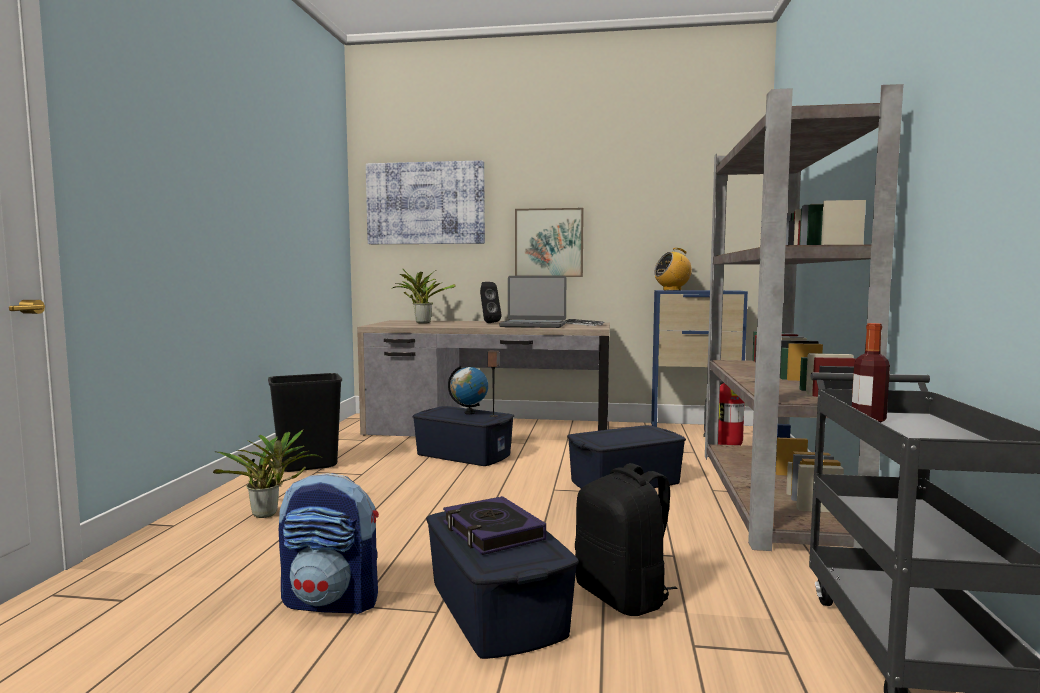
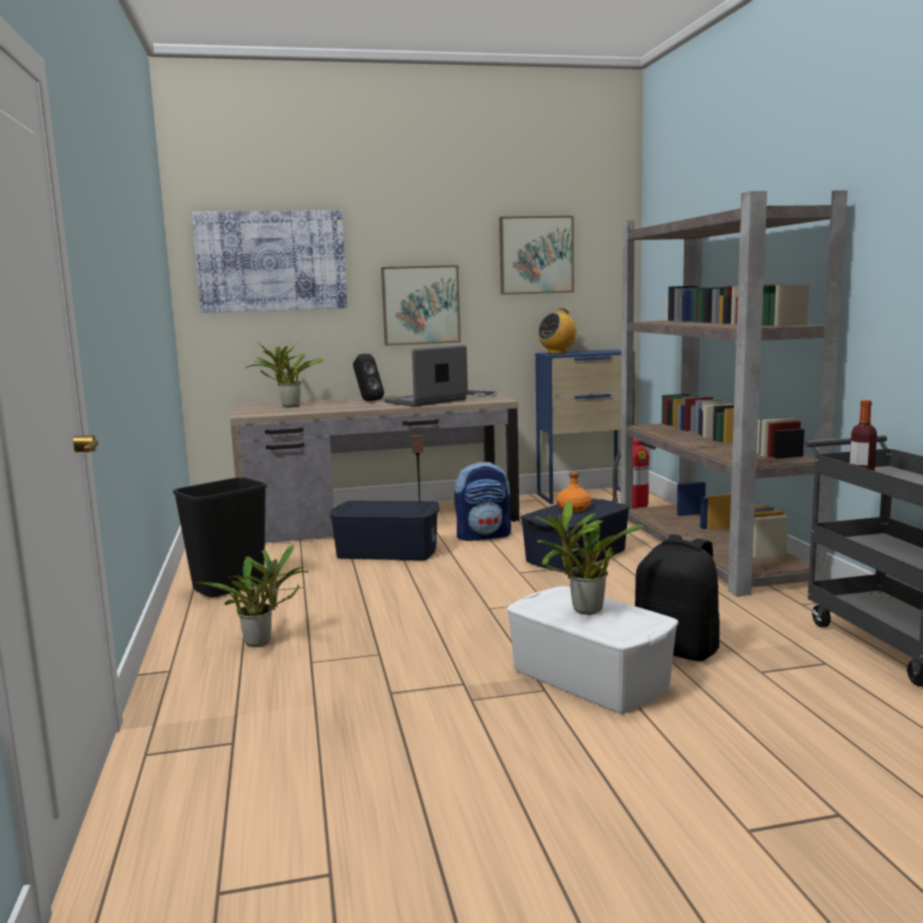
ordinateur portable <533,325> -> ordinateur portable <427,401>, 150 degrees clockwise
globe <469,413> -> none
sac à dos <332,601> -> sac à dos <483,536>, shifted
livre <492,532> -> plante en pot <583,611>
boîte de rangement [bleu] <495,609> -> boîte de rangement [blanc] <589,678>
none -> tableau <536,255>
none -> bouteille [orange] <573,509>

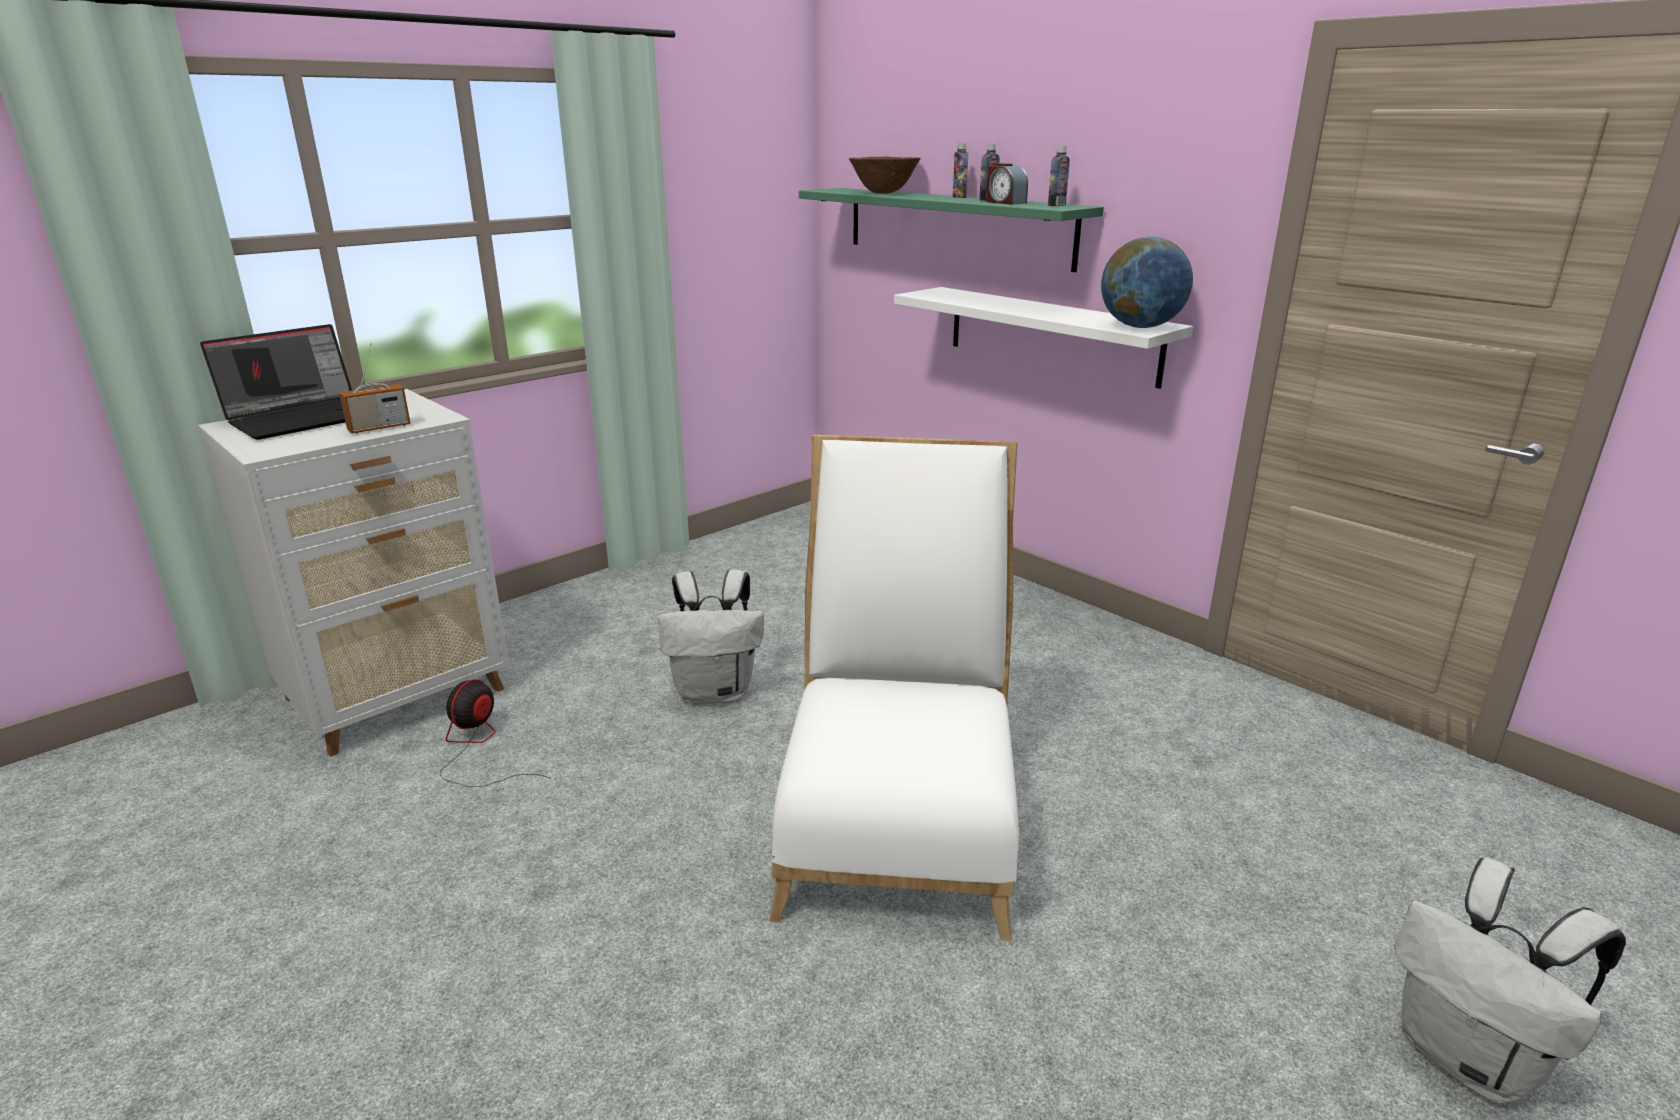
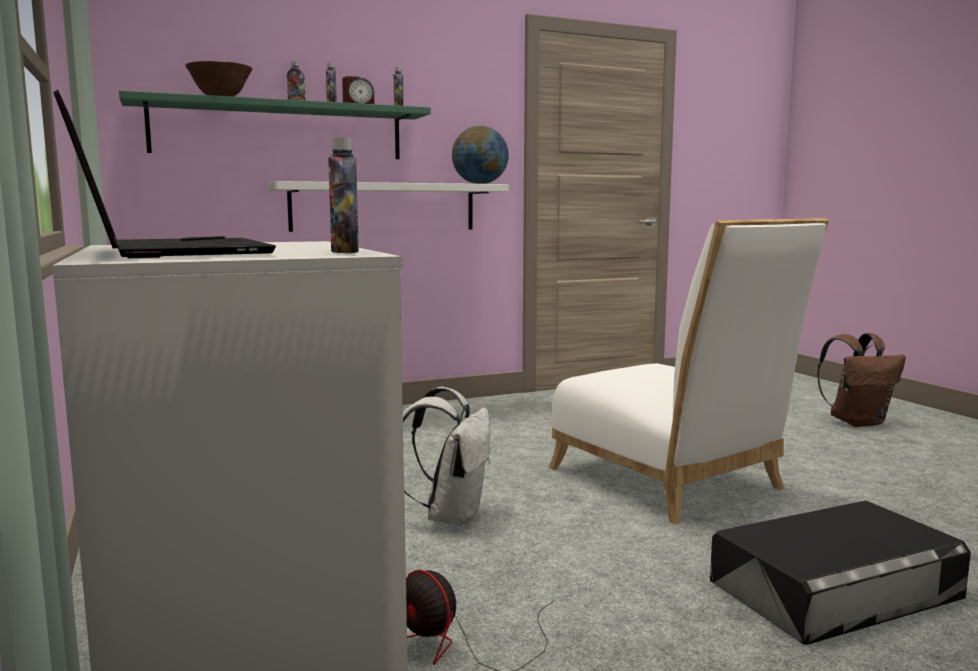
radio <379,428> -> none
chaise [blanc] <898,822> -> chaise [blanc] <673,482>, 150 degrees counterclockwise
sac à dos [blanc] <1470,1059> -> sac à dos [marron] <857,422>
none -> bouteille <345,252>
none -> boîte de rangement [noir] <835,589>

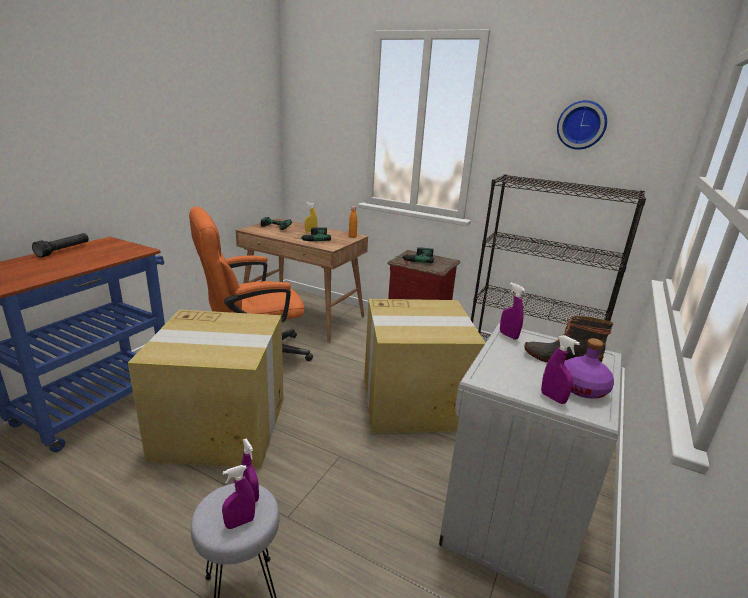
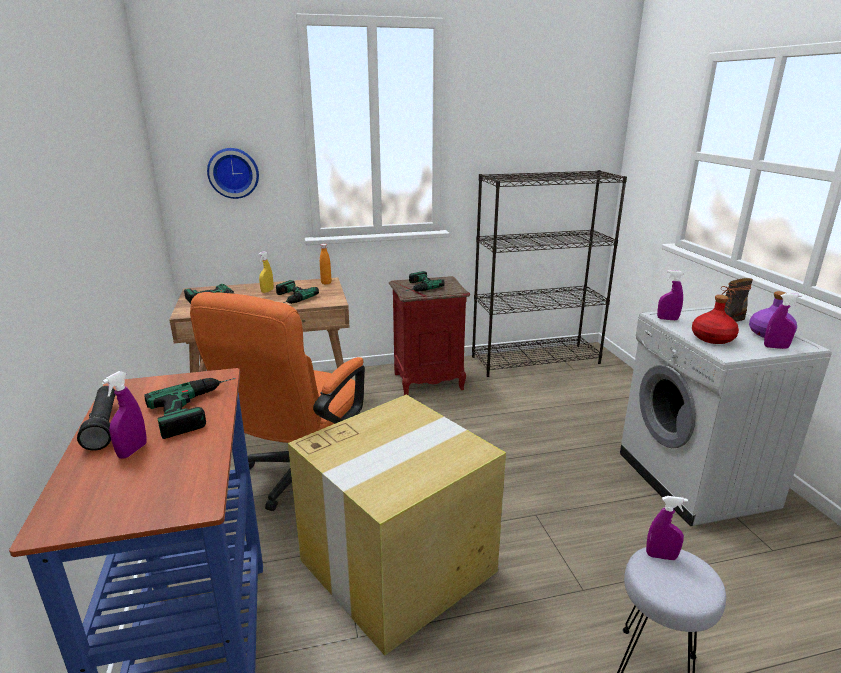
horloge murale <581,125> -> horloge murale <233,173>, shifted
carton <414,401> -> none
vaporisateur [violet] <240,522> -> vaporisateur [violet] <132,451>, shifted
none -> bouteille [rouge] <713,338>
none -> perceuse <200,408>

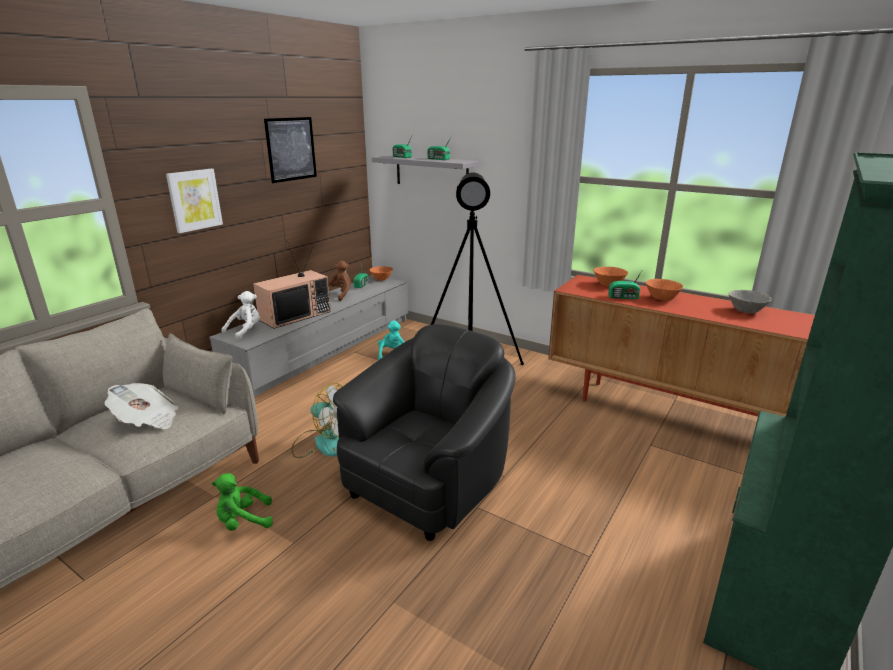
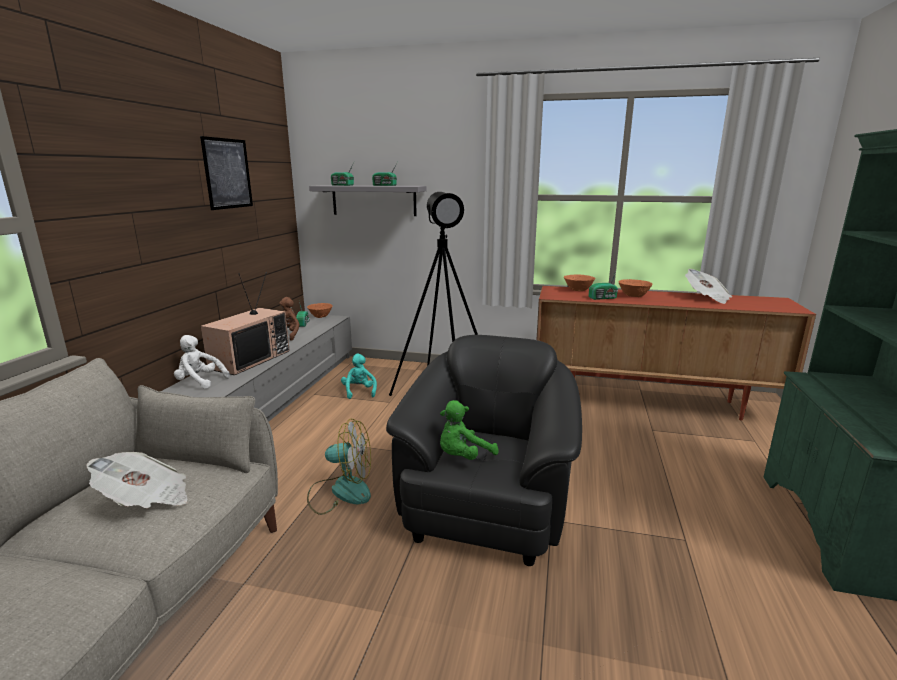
tableau <194,200> -> none
bol [gris] <746,311> -> journal <706,298>
peluche [blanc] <245,331> -> peluche [blanc] <200,382>, 90 degrees counterclockwise
peluche [vert] <243,522> -> peluche [vert] <463,456>, shifted

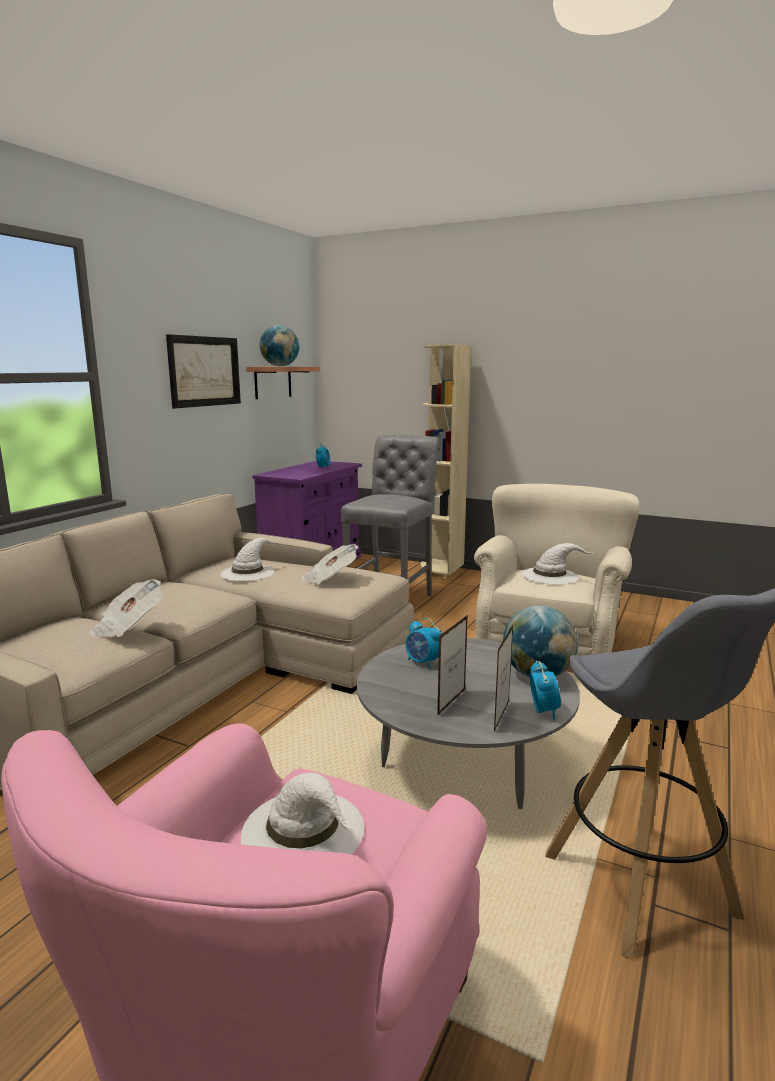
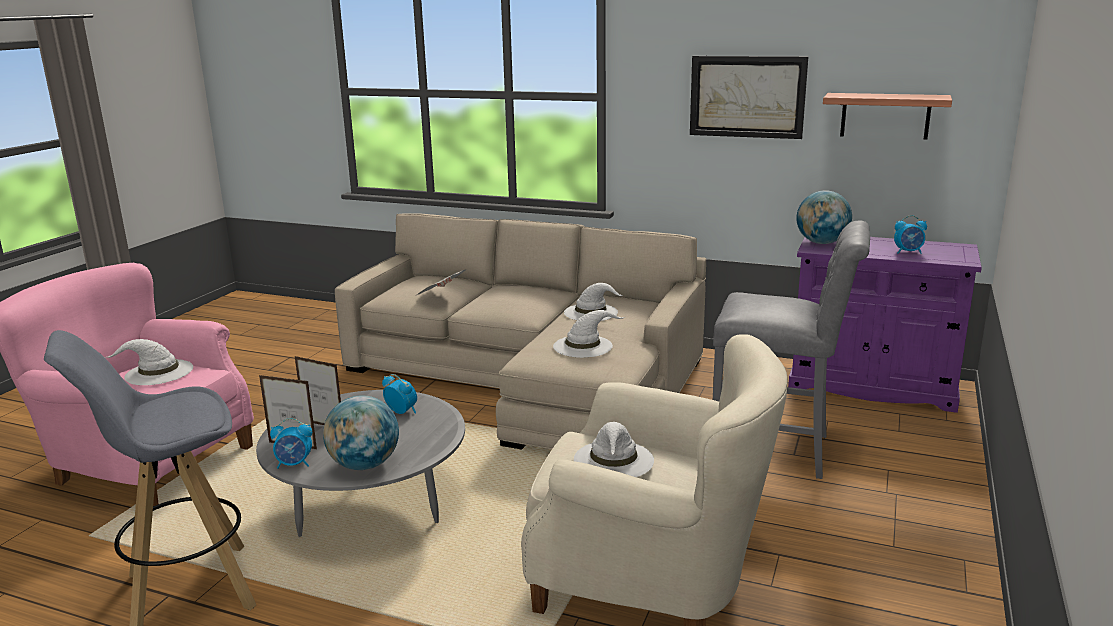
globe <280,366> -> globe <821,243>, shifted
bibliothèque [beige] <439,572> -> none
journal <329,579> -> chapeau [blanc] <583,346>
réveil <423,662> -> réveil <401,412>, 90 degrees clockwise

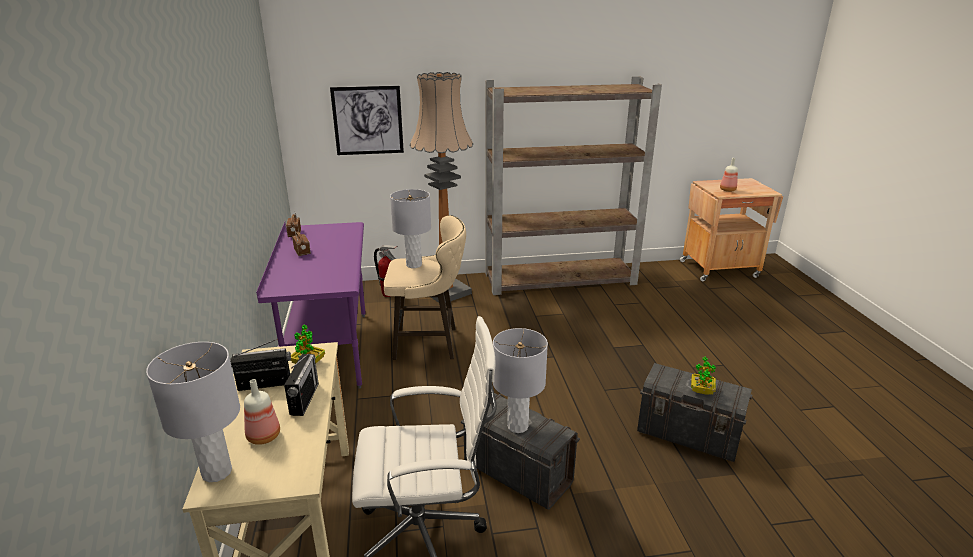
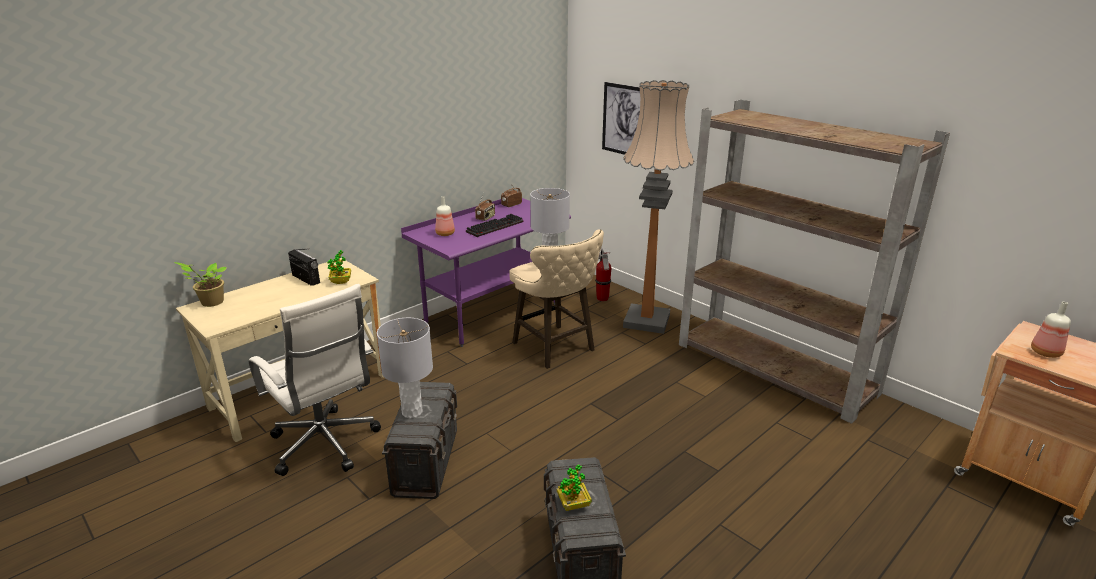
lampe de table [gris] <217,471> -> plante en pot <210,302>
radio <304,399> -> none
bouteille <263,437> -> bouteille <444,234>, shifted
none -> clavier <495,226>

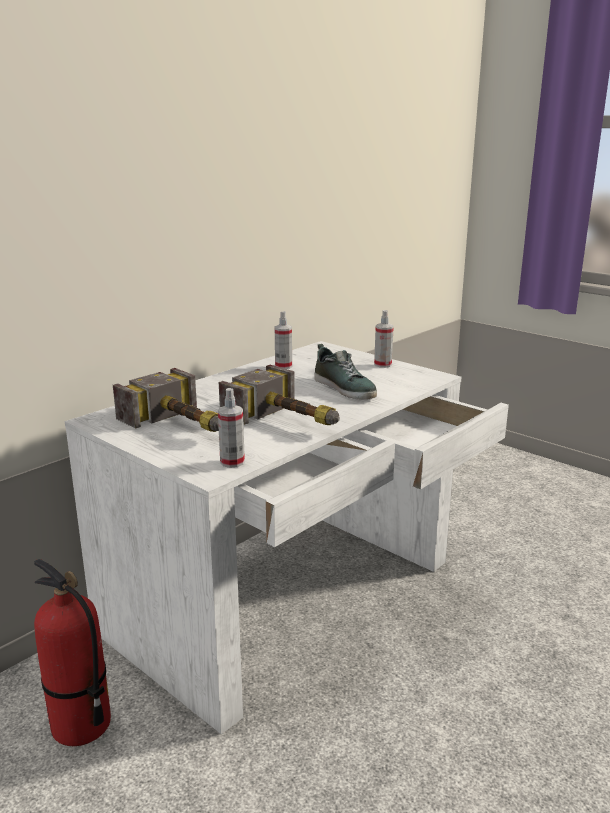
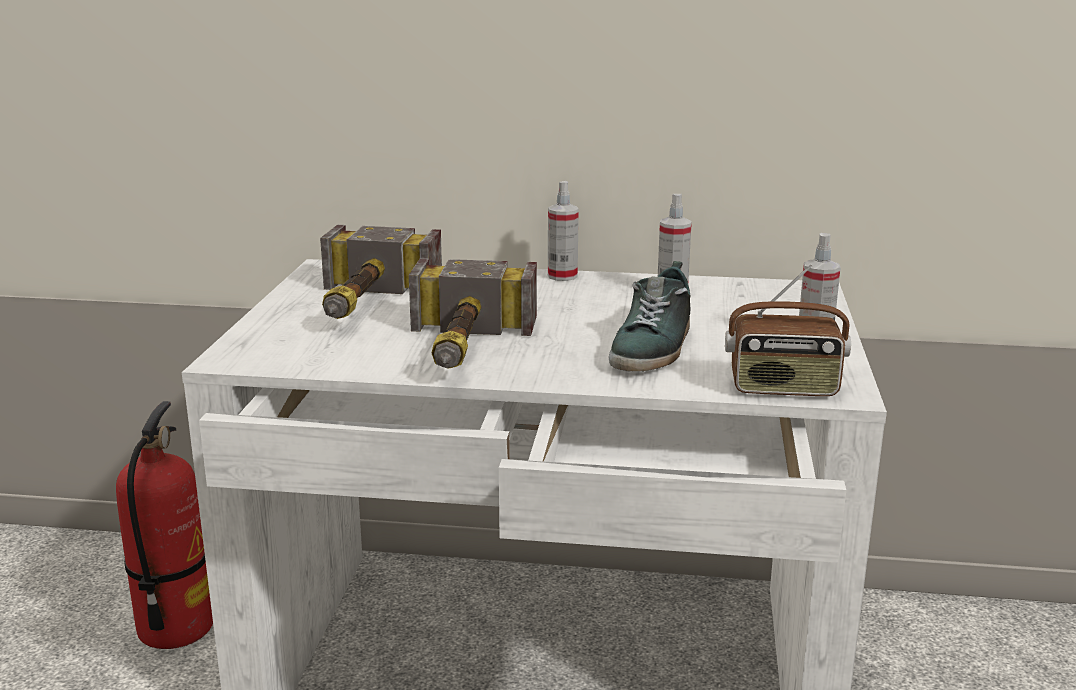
vaporisateur <232,462> -> vaporisateur <562,276>, shifted
none -> radio <783,388>

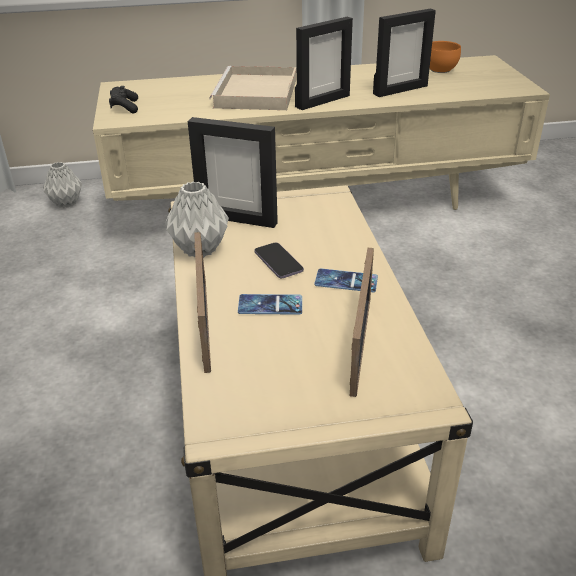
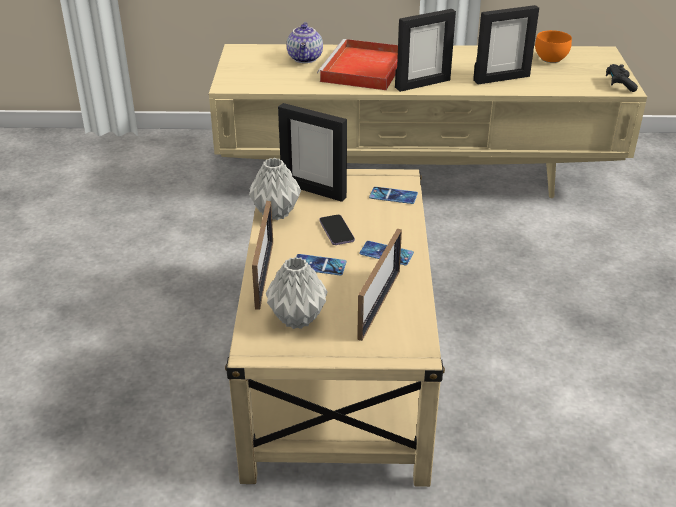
plateau [beige] <256,93> -> plateau [rouge] <364,70>
manette [noir] <125,107> -> manette [noir] <619,84>, shifted
vase [gris] <65,204> -> vase [gris] <296,319>, shifted
none -> théière <306,58>
none -> téléphone <393,196>

